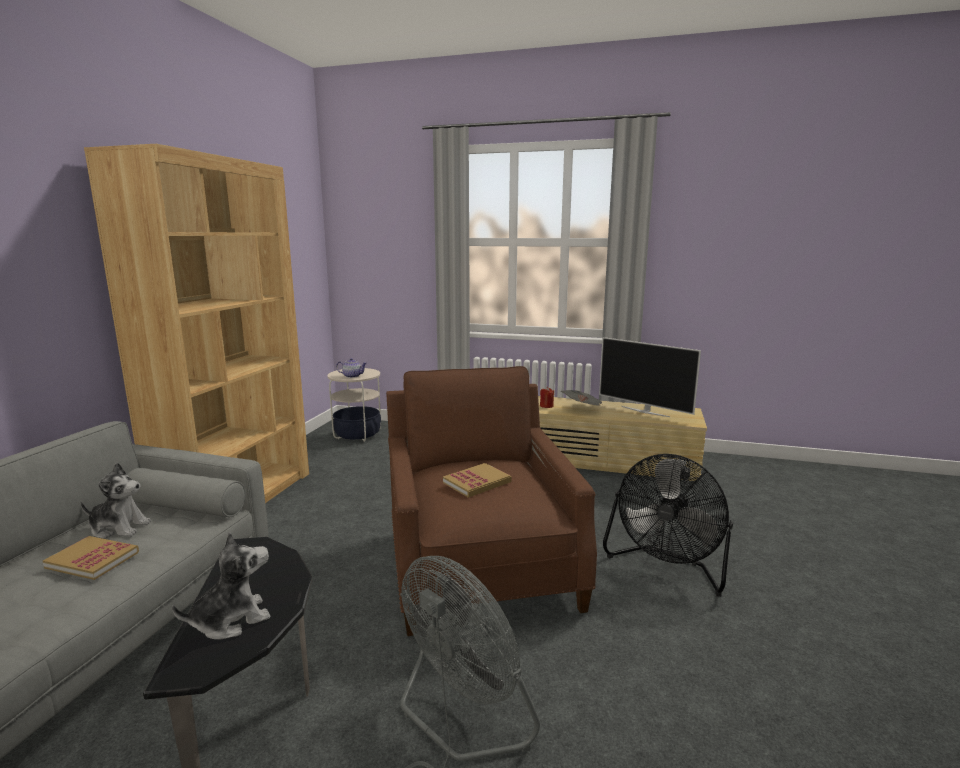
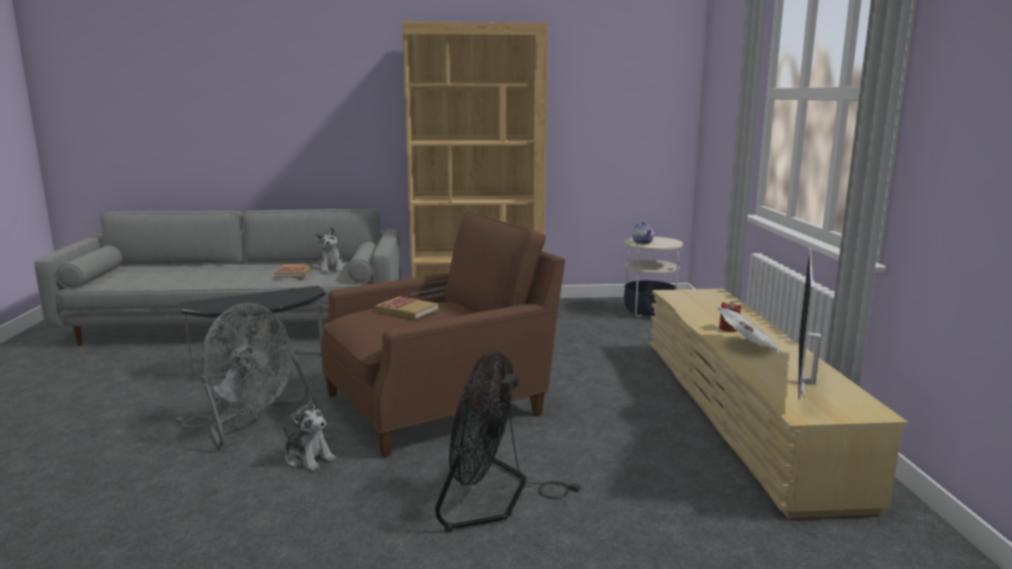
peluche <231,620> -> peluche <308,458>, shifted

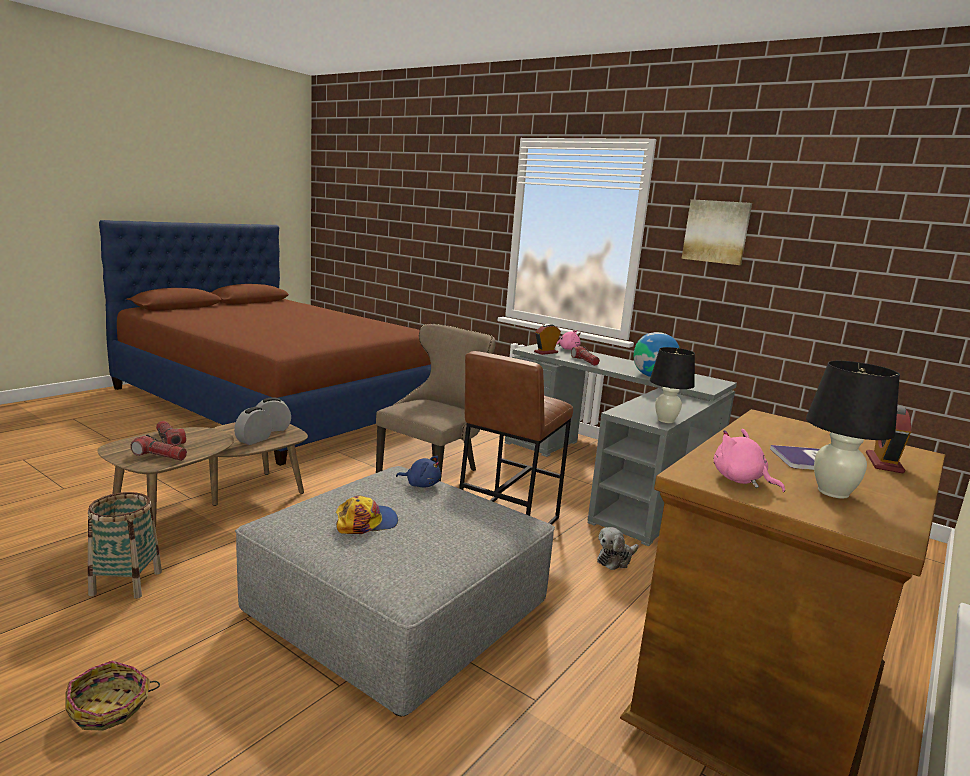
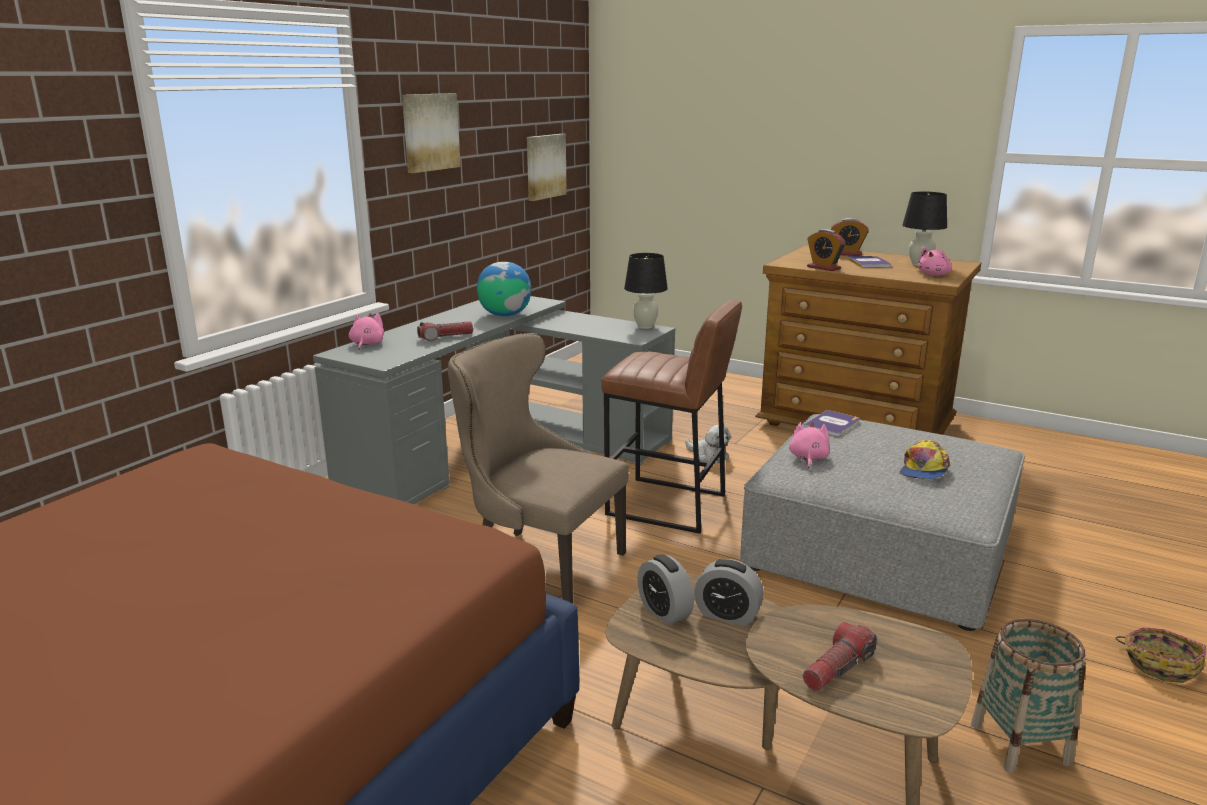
réveil <546,352> -> réveil <823,268>, shifted
lampe de poche <159,456> -> none
peluche [bleu] <421,484> -> peluche [rose] <808,458>
casquette <366,522> -> casquette <923,469>, 120 degrees counterclockwise
none -> tableau <545,166>
none -> livre <832,424>

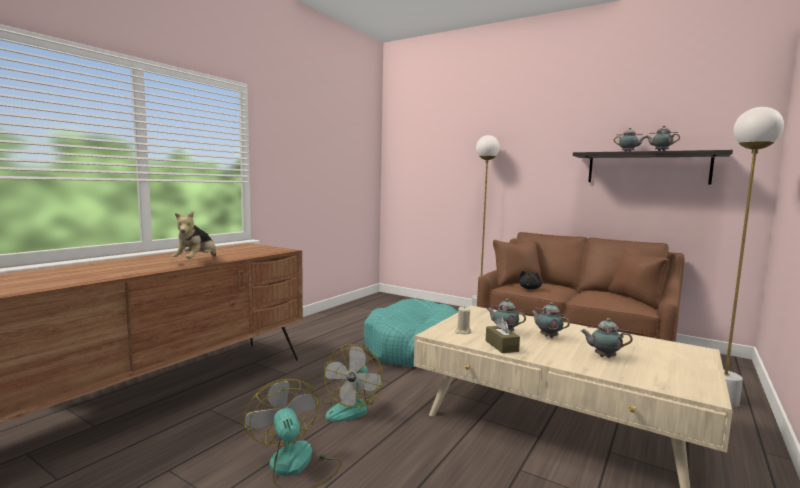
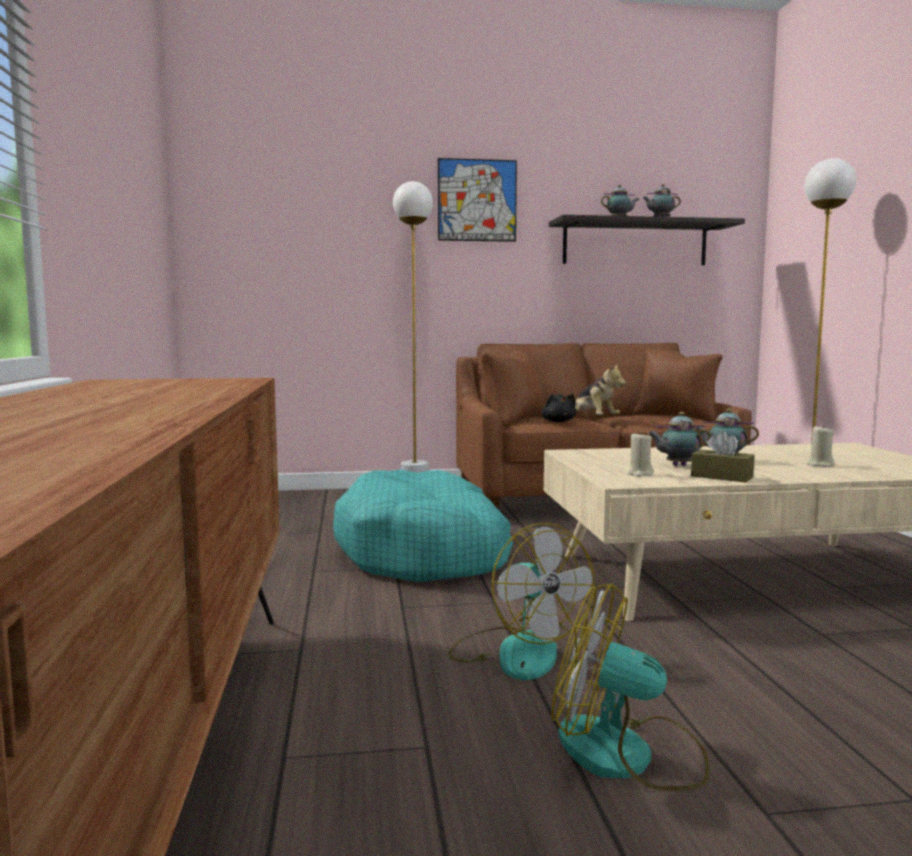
peluche <196,261> -> peluche <593,420>, shifted
théière <603,356> -> bougie [beige] <820,465>
none -> tableau <477,200>

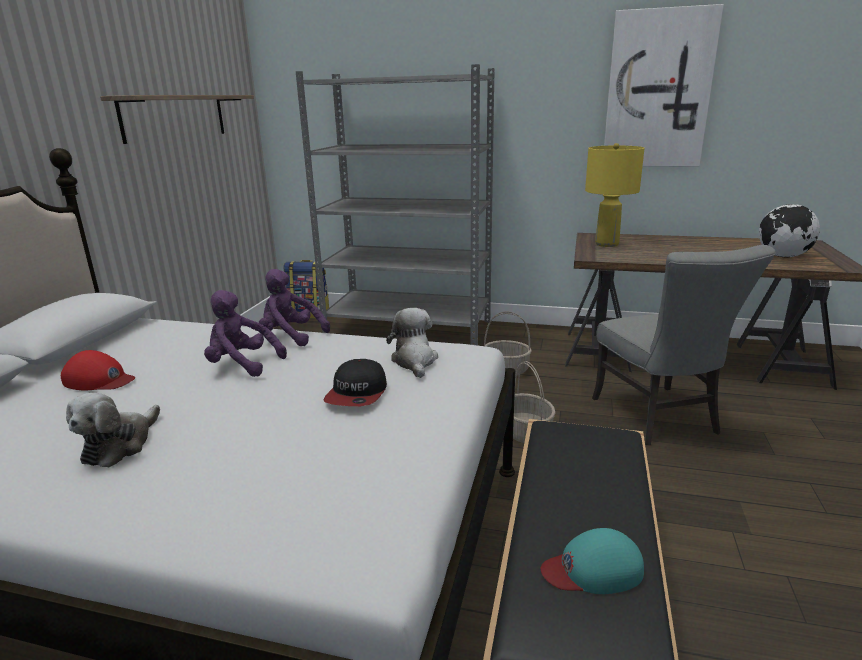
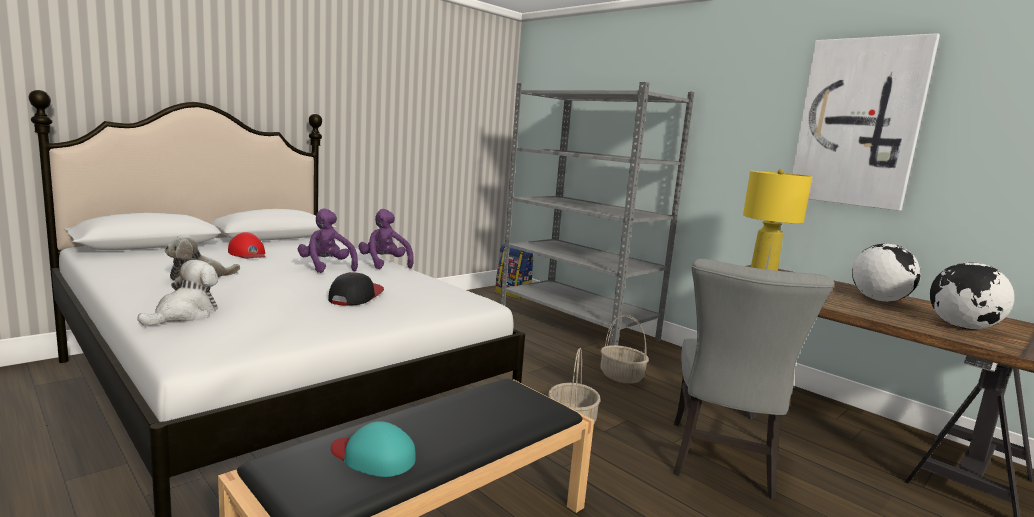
étagère <175,117> -> none
peluche <414,361> -> peluche <185,315>, shifted
casquette <357,394> -> casquette <355,296>, 150 degrees clockwise
none -> globe <879,300>

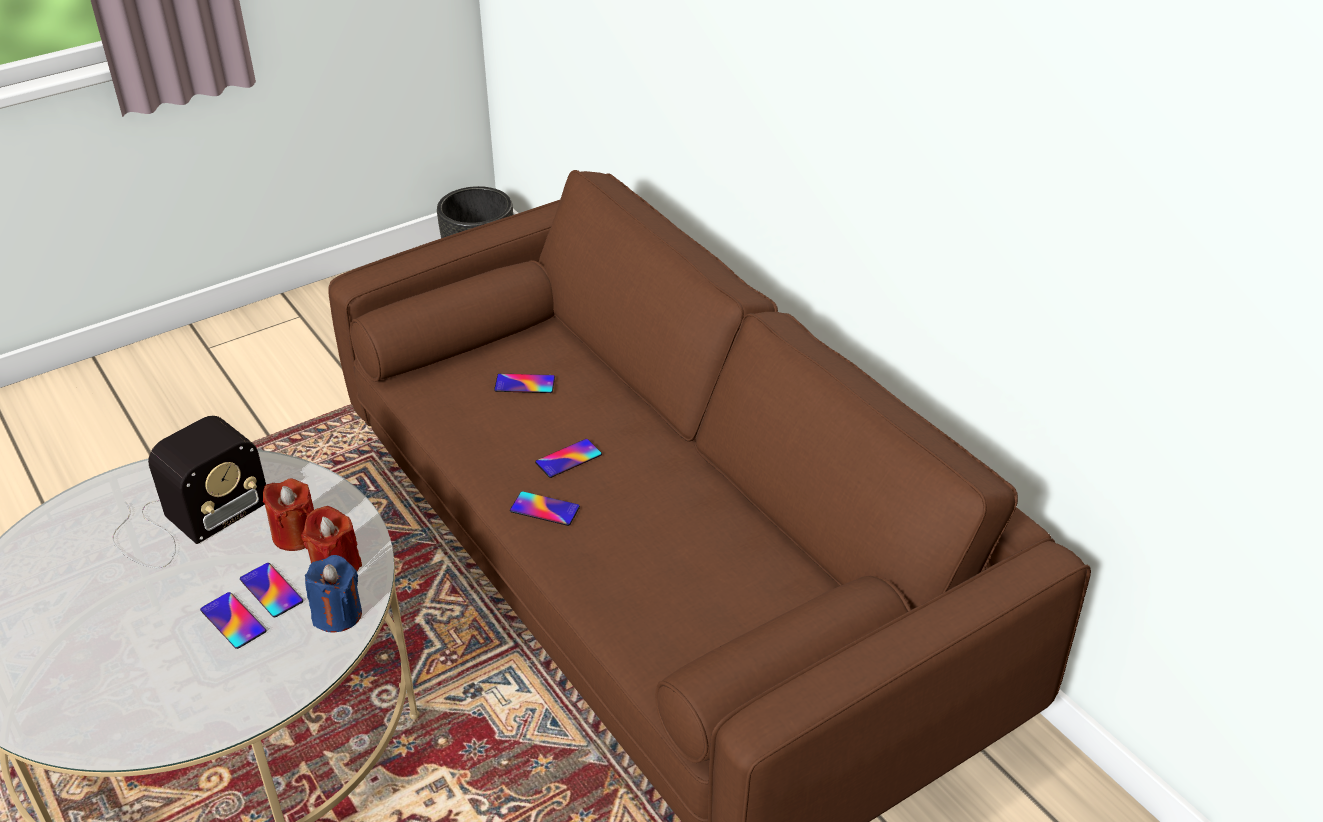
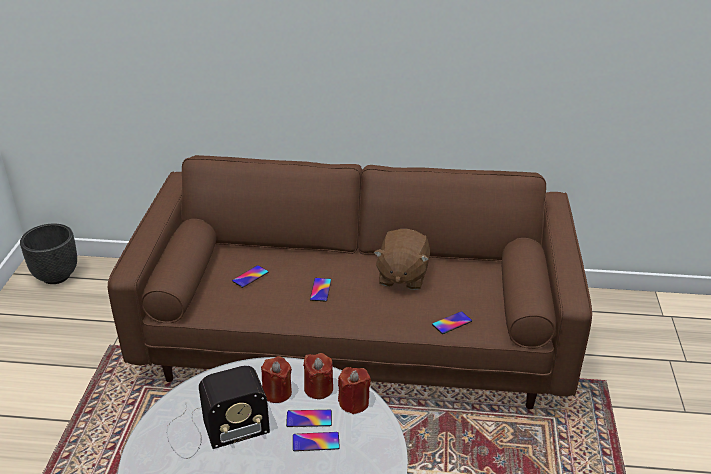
radio <185,521> -> radio <213,429>, 75 degrees clockwise
téléphone <545,509> -> téléphone <452,323>, shifted
bougie [bleu] <337,614> -> bougie [rouge] <354,402>
none -> peluche [marron] <402,276>

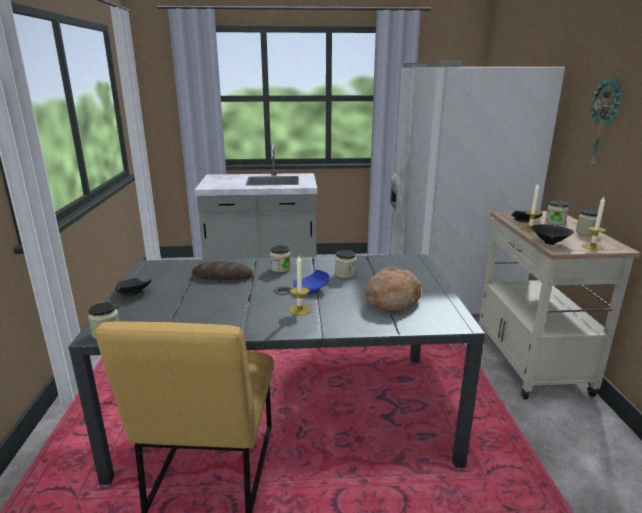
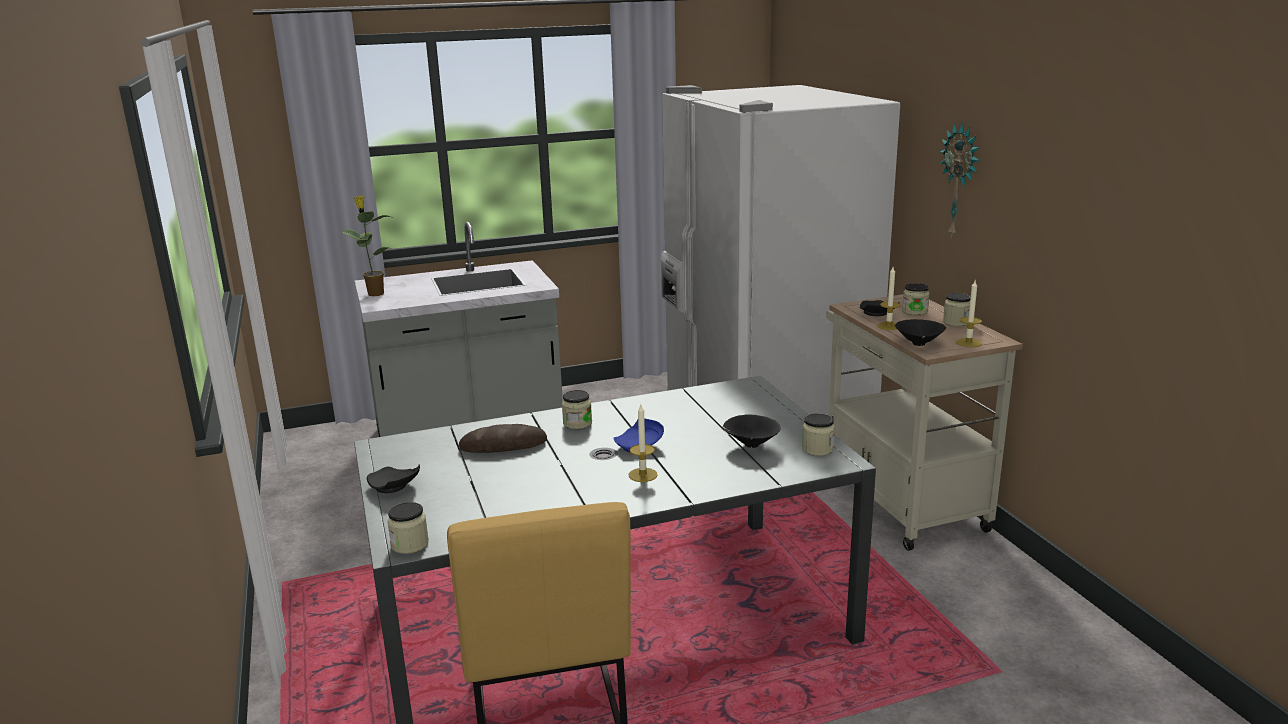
bocal <345,274> -> bocal <817,449>, shifted
pain <392,300> -> bol [noir] <750,445>
none -> plante en pot <375,293>

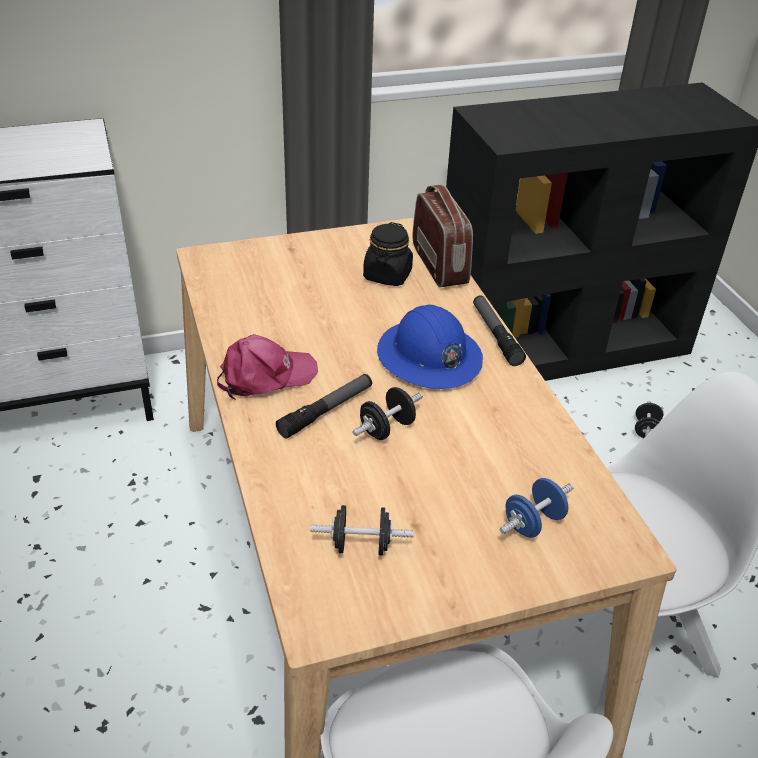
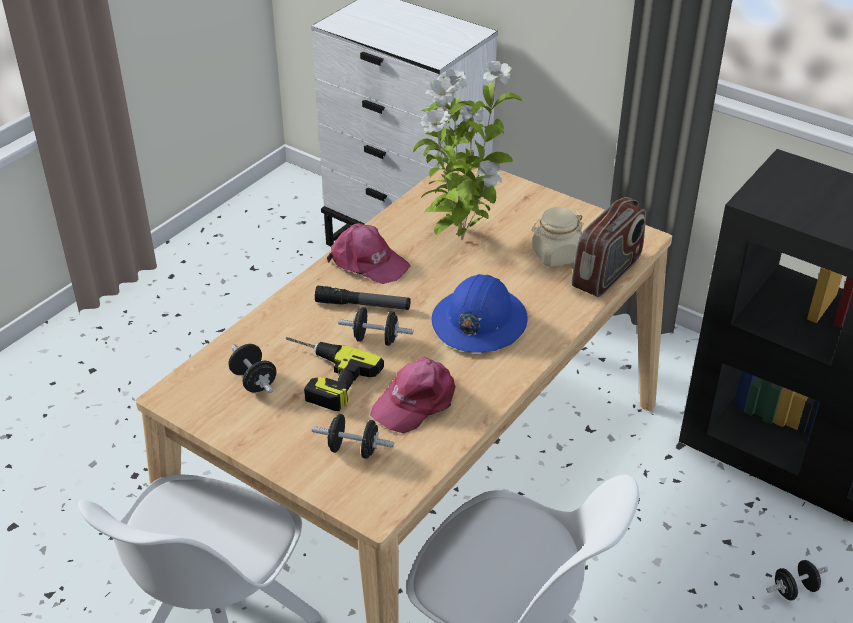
bocal [noir] <387,275> -> bocal [beige] <555,255>
lampe de poche <496,335> -> none
haltère [bleu] <533,522> -> haltère [noir] <353,449>
none -> plante en pot <460,238>
none -> perceuse <320,376>
none -> casquette [rose] <416,401>

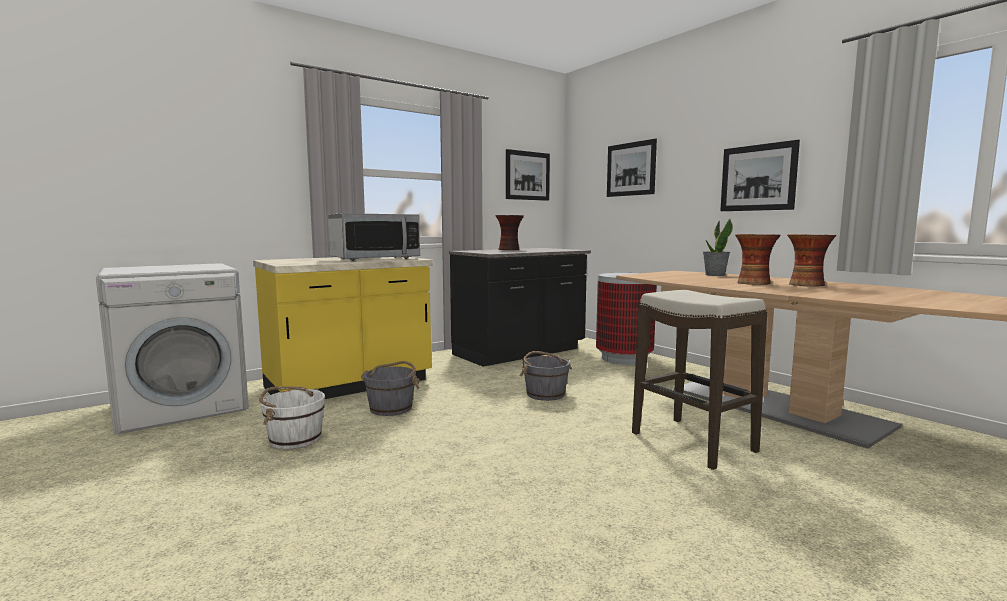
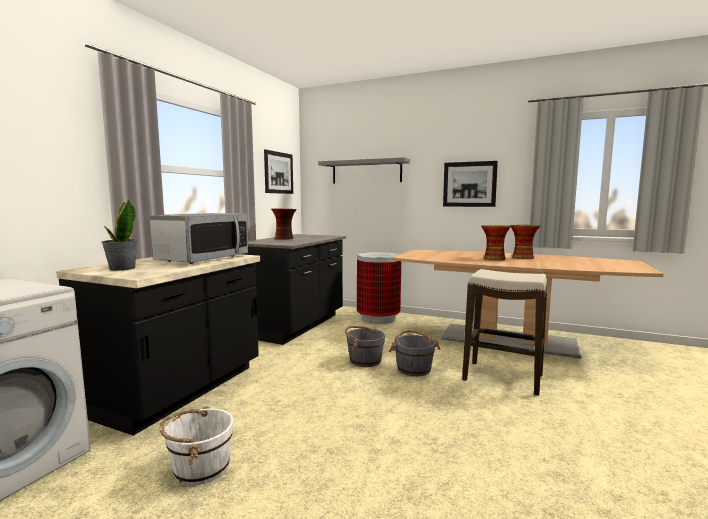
tableau <631,169> -> étagère [gris] <366,172>
plante en pot <715,275> -> plante en pot <122,268>, shifted
comptoir de cuisine [jaune] <349,385> -> comptoir de cuisine [noir] <179,390>
seau [gris] <391,408> -> seau [gris] <413,369>, shifted

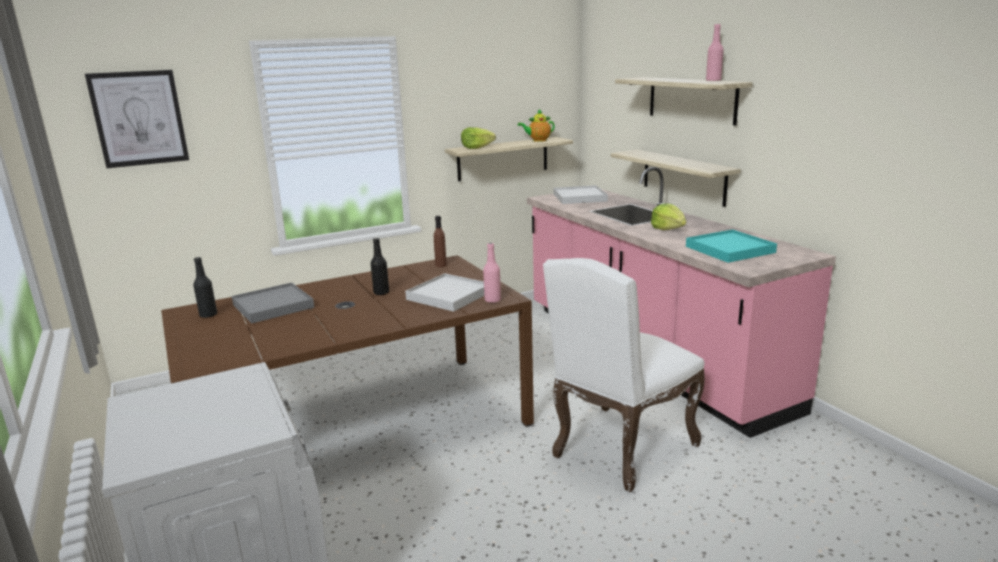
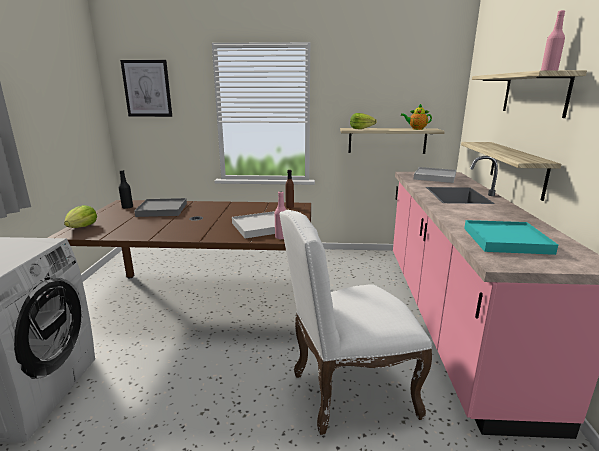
laitue <668,229> -> laitue <82,227>, shifted
bouteille [noir] <381,293> -> none

